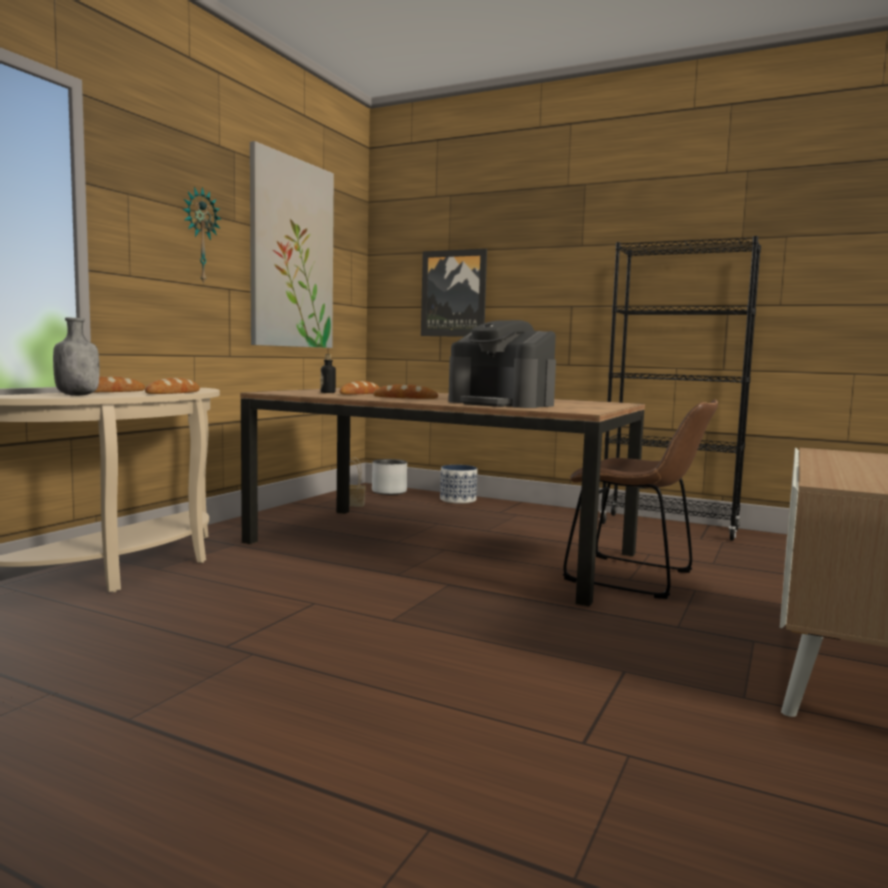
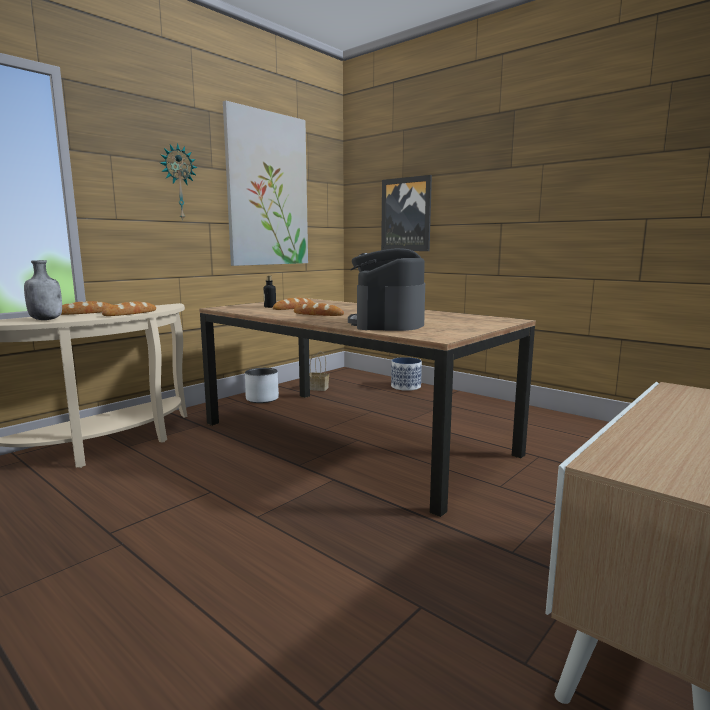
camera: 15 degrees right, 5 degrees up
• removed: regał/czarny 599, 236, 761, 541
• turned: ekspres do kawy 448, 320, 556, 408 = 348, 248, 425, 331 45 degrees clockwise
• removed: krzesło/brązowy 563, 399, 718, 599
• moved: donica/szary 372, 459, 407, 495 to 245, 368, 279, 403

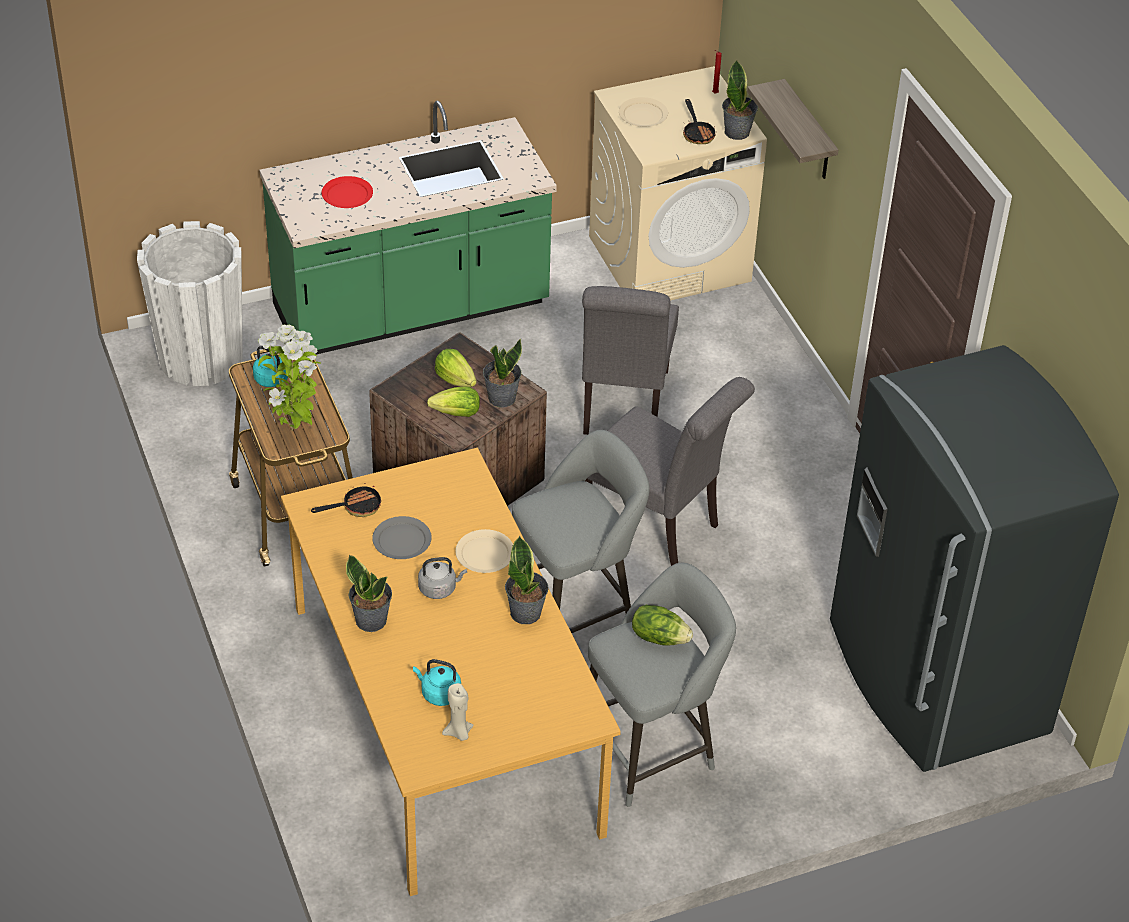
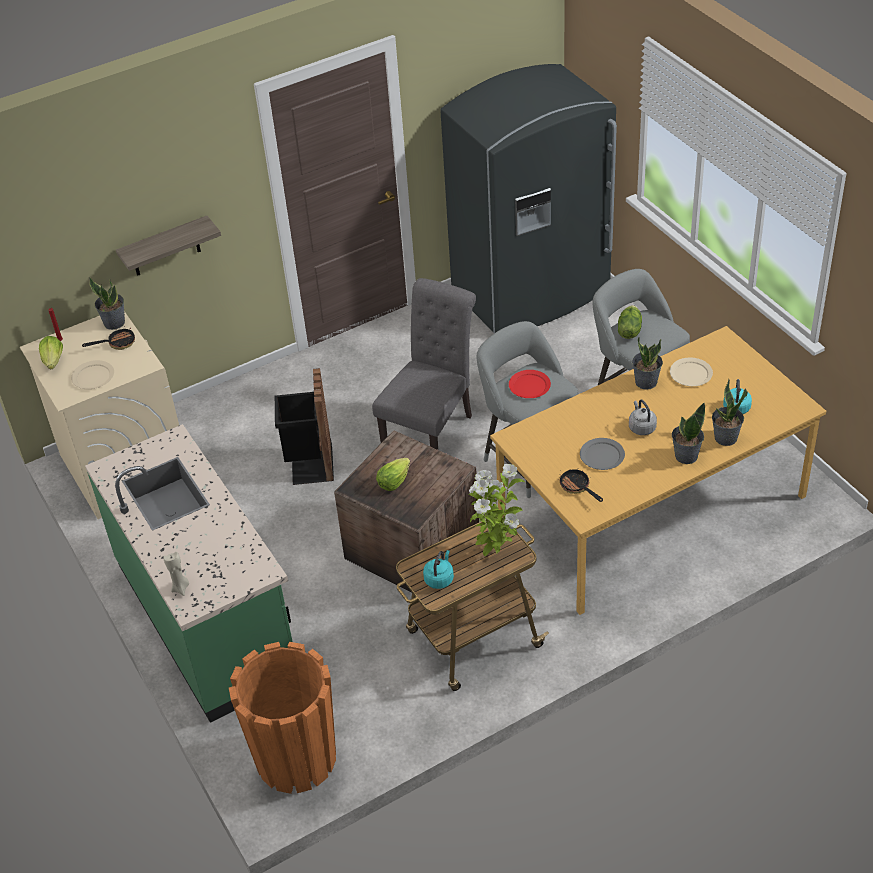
camera: 95 degrees left, 0 degrees up
• moved: talerz/czerwony 322, 176, 373, 208 to 509, 370, 551, 398
• recoloured: donica/biały 137, 221, 243, 386 to donica/pomarańczowy 229, 642, 336, 794
• replaced: krzesło/szary 582, 286, 679, 435 to kosz na śmieci/czarny 275, 368, 334, 485
• moved: roślina doniczkowa 483, 339, 522, 408 to 712, 379, 748, 446
• moved: sałata 427, 386, 480, 417 to 39, 336, 63, 370
• moved: talerz/beżowy 455, 529, 513, 573 to 670, 358, 713, 386
• moved: świeca/beżowy 442, 683, 474, 741 to 163, 552, 189, 596

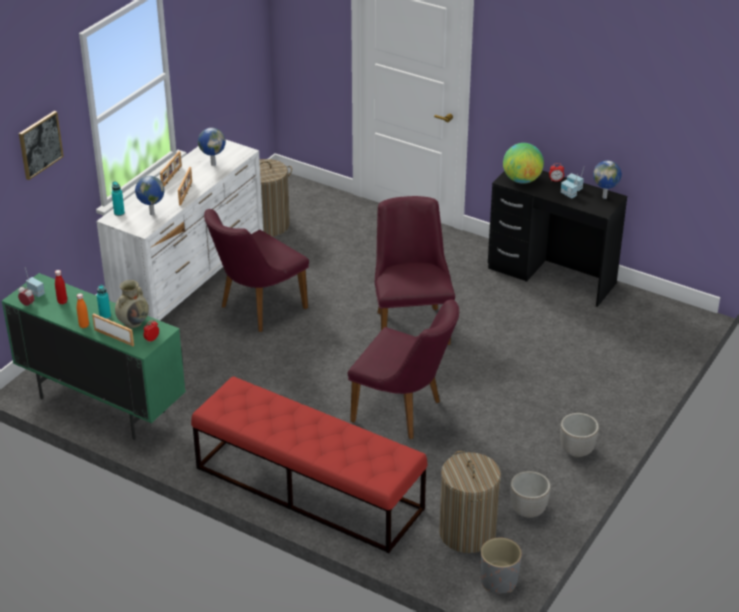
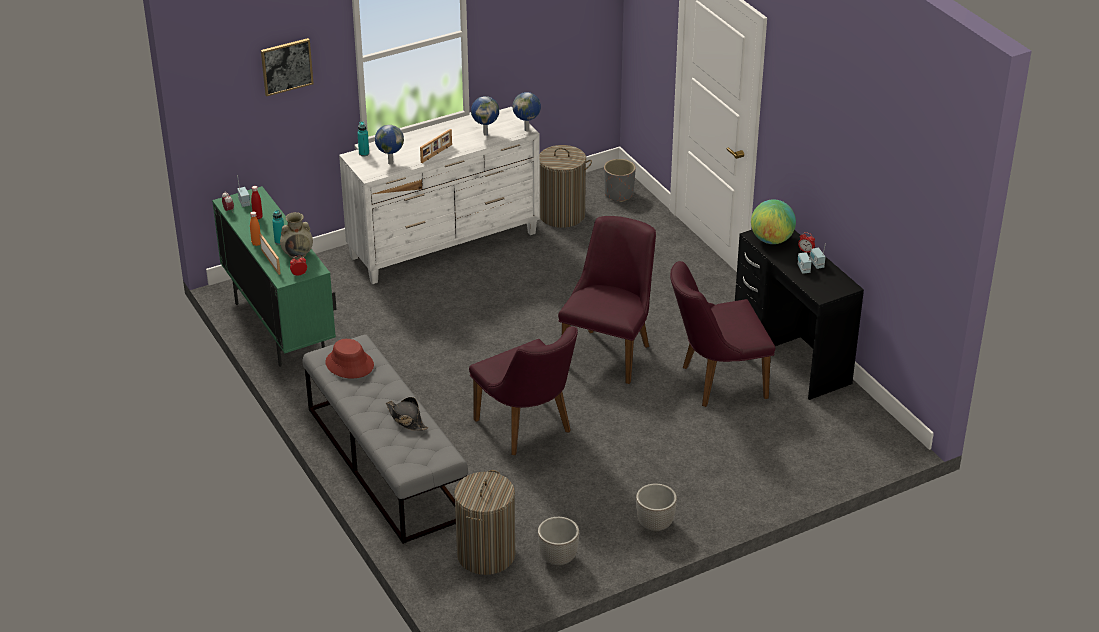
camera: 30 degrees right, 0 degrees up
• removed: ramka na zdjęcie 160, 151, 182, 186
• moved: globus 593, 160, 622, 199 to 512, 92, 541, 131
• moved: krzesło/fioletowy 204, 209, 309, 332 to 670, 261, 775, 407
• recoloured: ławka/czerwony 191, 376, 427, 553 to ławka/szary 302, 335, 468, 544
• moved: donica/szary 480, 538, 522, 593 to 604, 159, 636, 202
• added: kapelusz/czerwony 325, 339, 374, 378
• added: kapelusz/czarny 386, 397, 428, 431

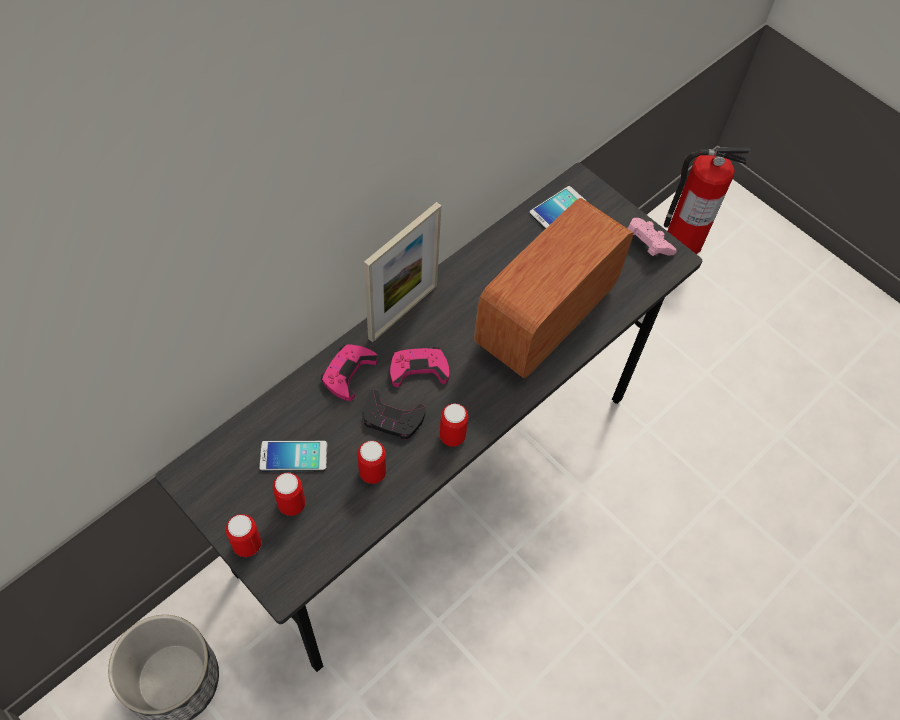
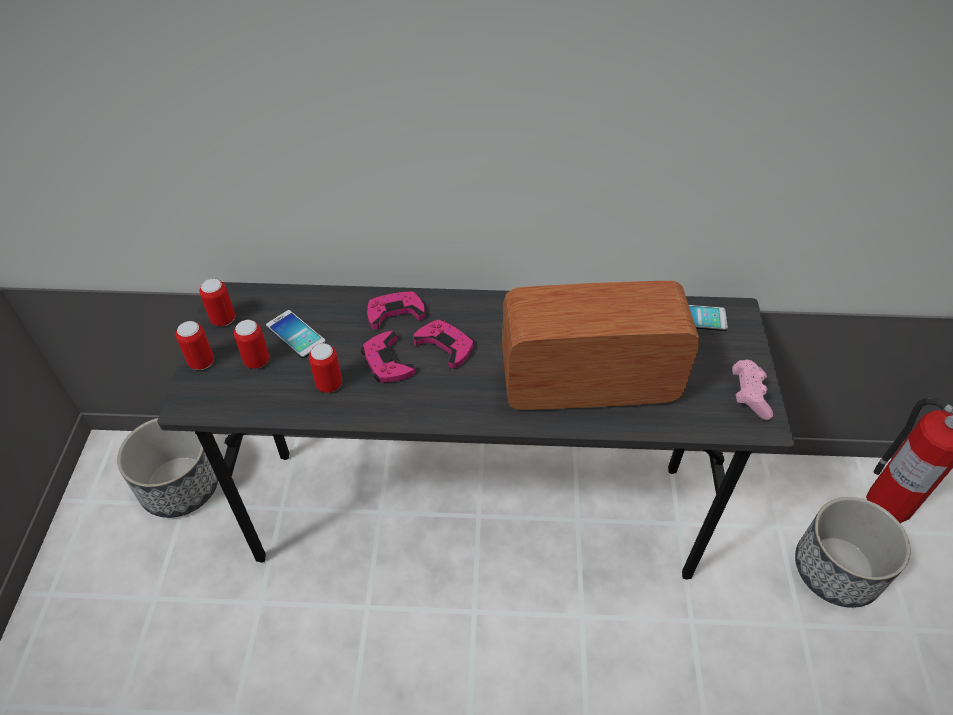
camera: 50 degrees right, 10 degrees down
• removed: ramka na zdjęcie 364, 202, 441, 343
• recoloured: pad do gier/czarny 364, 389, 425, 439 to pad do gier/różowy 361, 331, 415, 383
• moved: puszka 439, 404, 468, 447 to 199, 278, 235, 326
• added: donica 795, 497, 911, 608

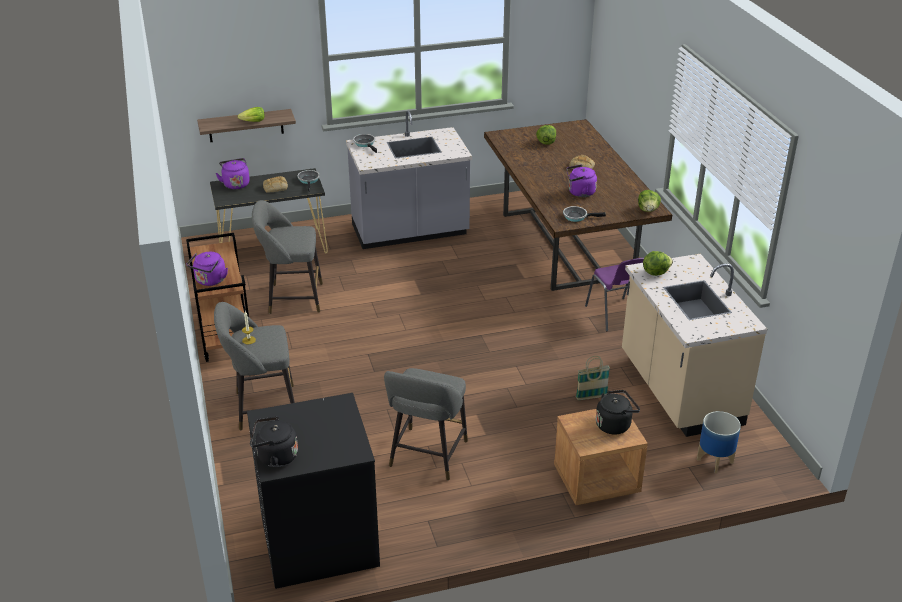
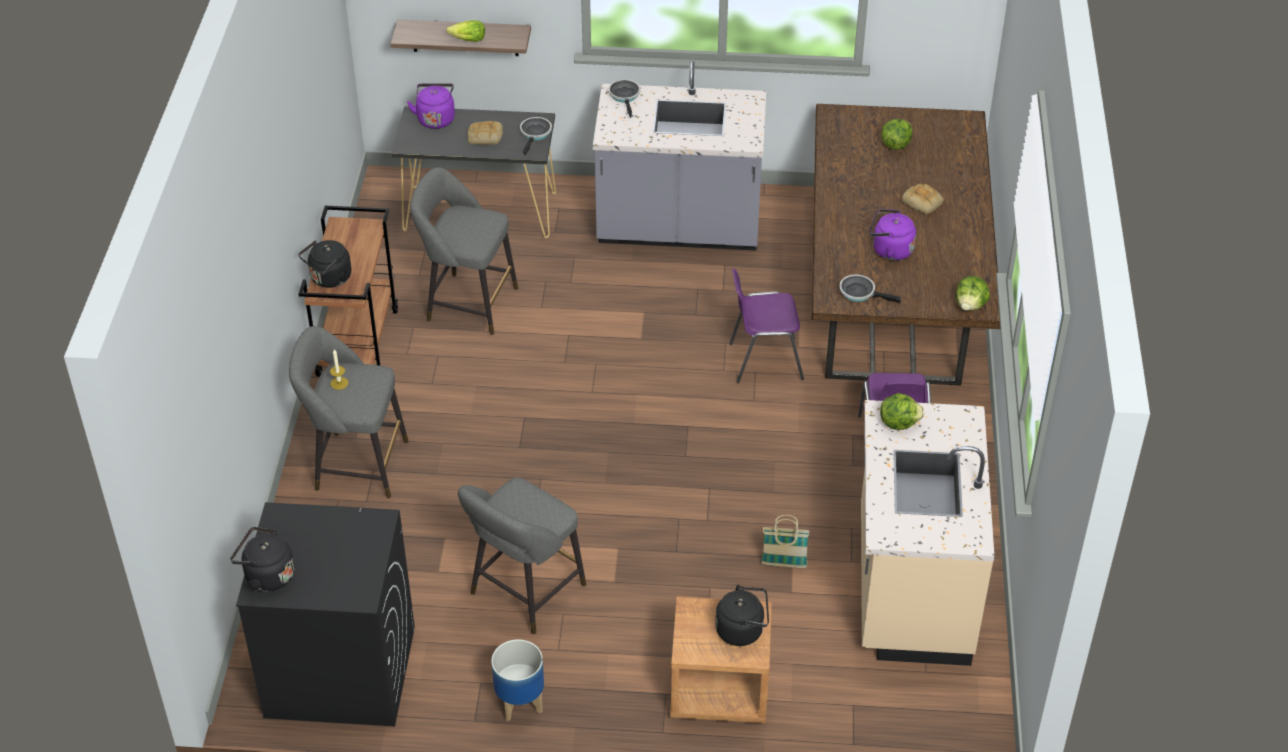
camera: 20 degrees right, 10 degrees up
• recoloured: czajnik/fioletowy 186, 252, 228, 286 to czajnik/czarny 298, 240, 351, 288
• moved: donica 697, 411, 741, 474 to 491, 639, 544, 721
• added: krzesło/fioletowy 729, 268, 804, 383

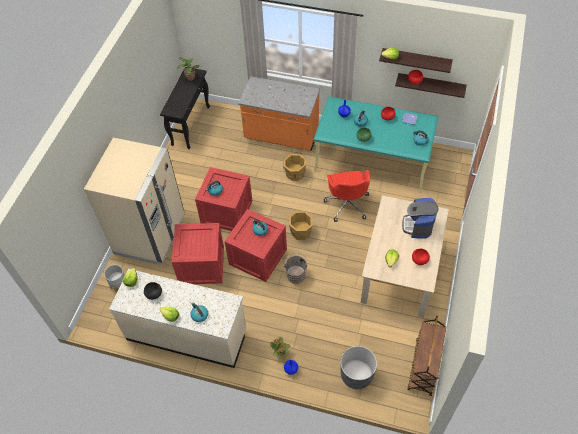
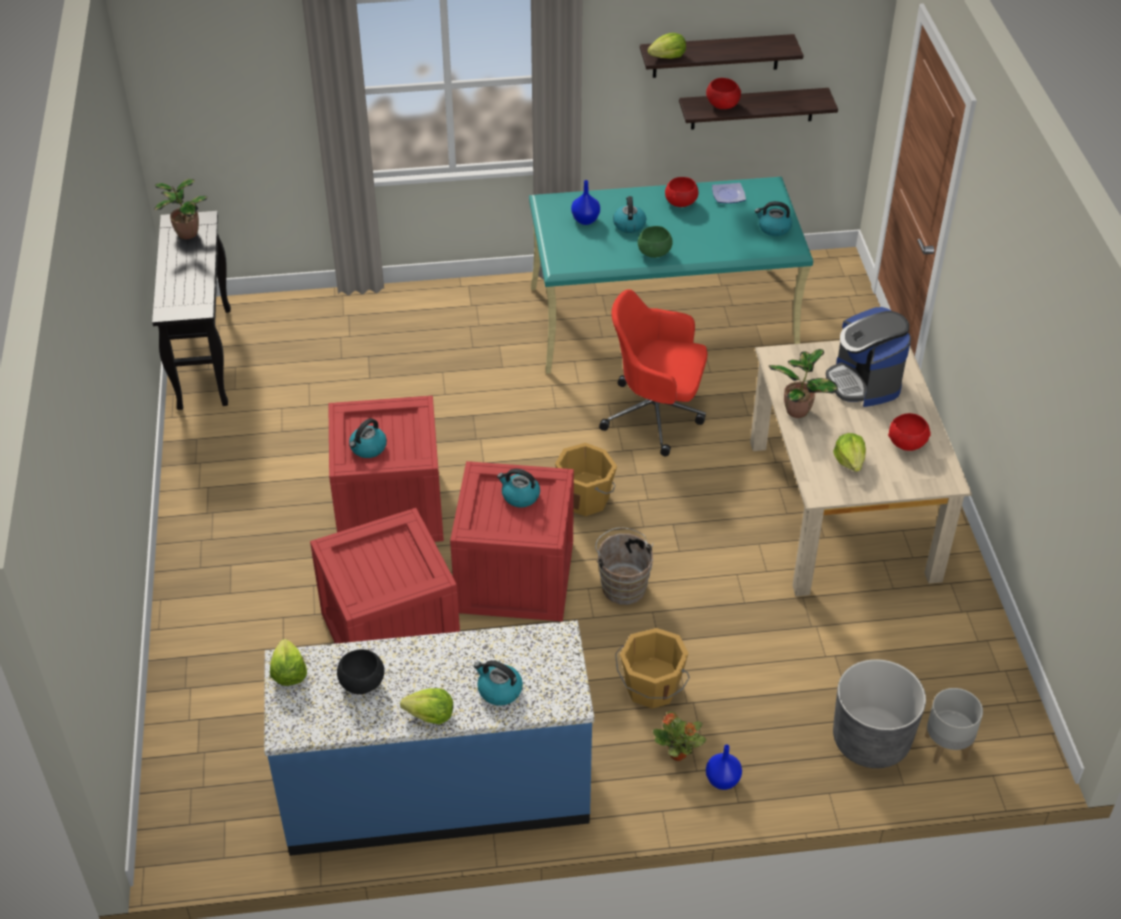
camera: 25 degrees left, 10 degrees down
• removed: zabudowa kuchenna/pomarańczowy 238, 76, 320, 151
• removed: lodówka/beżowy 84, 137, 185, 265
• moved: wiadro/pomarańczowy 283, 154, 306, 181 to 615, 628, 690, 709
• turned: krzesło biurowe/czerwony 324, 170, 370, 222 = 599, 289, 708, 456 135 degrees clockwise
• moved: donica/szary 104, 265, 125, 289 to 925, 688, 983, 764
• recoloured: zabudowa kuchenna/beżowy 109, 269, 247, 368 to zabudowa kuchenna/niebieski 264, 620, 594, 856
• removed: wózek/brązowy 407, 316, 446, 396
• added: roślina doniczkowa 769, 349, 838, 418

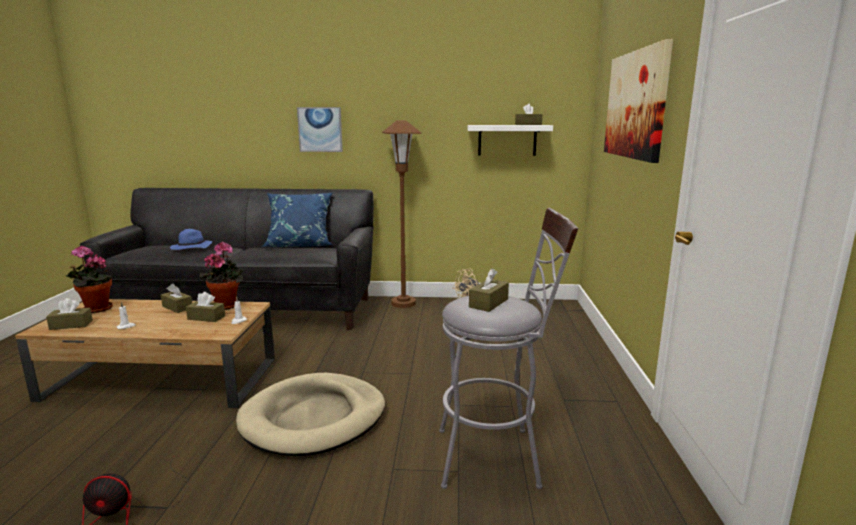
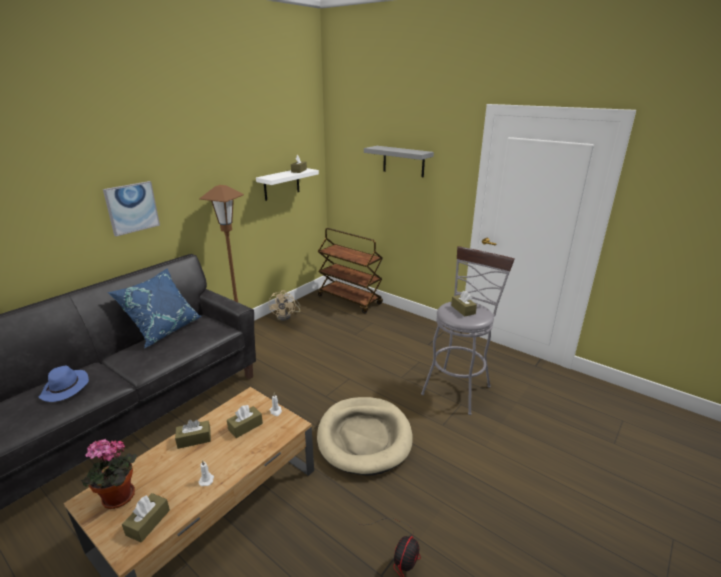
camera: 55 degrees left, 10 degrees up
• replaced: obraz 604, 39, 673, 163 to półka/szary 364, 146, 434, 177
• removed: roślina doniczkowa 200, 242, 243, 310
• added: wózek/brązowy 318, 228, 383, 314

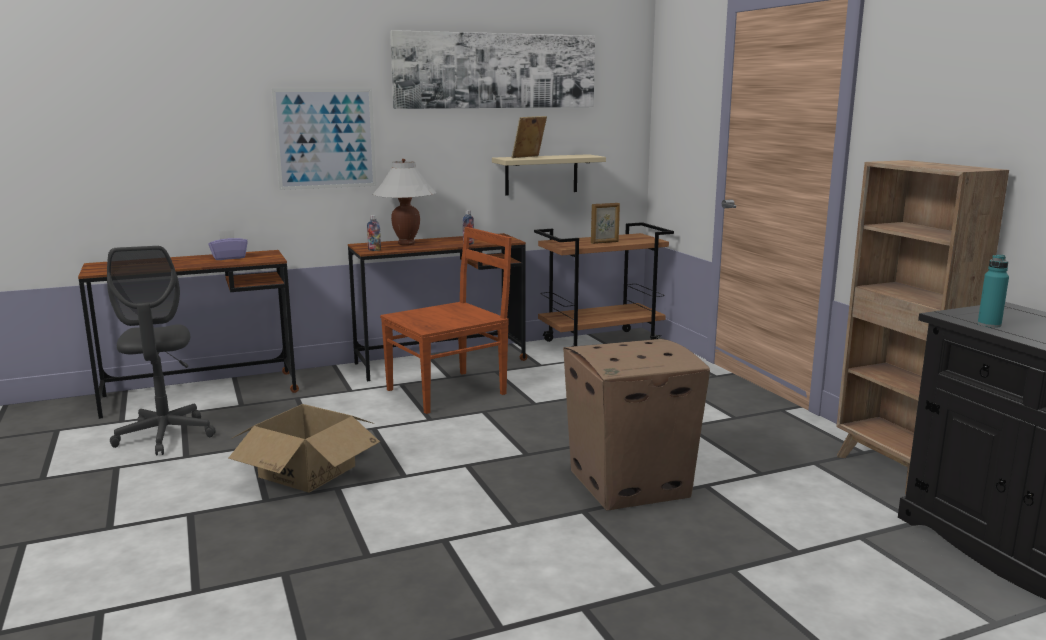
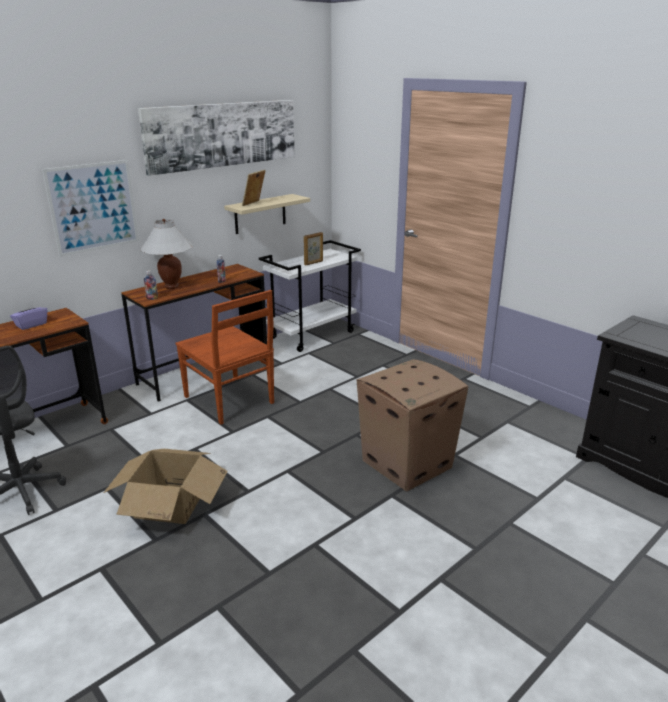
camera: 20 degrees left, 10 degrees up
• removed: regał/brązowy 836, 160, 1009, 494
• recoloured: wózek/brązowy 534, 222, 674, 347 to wózek/biały 259, 240, 361, 352
• turned: krzesło/brązowy 380, 227, 512, 414 = 175, 290, 274, 425 105 degrees clockwise
• removed: butelka/turkusowy 978, 254, 1009, 328

